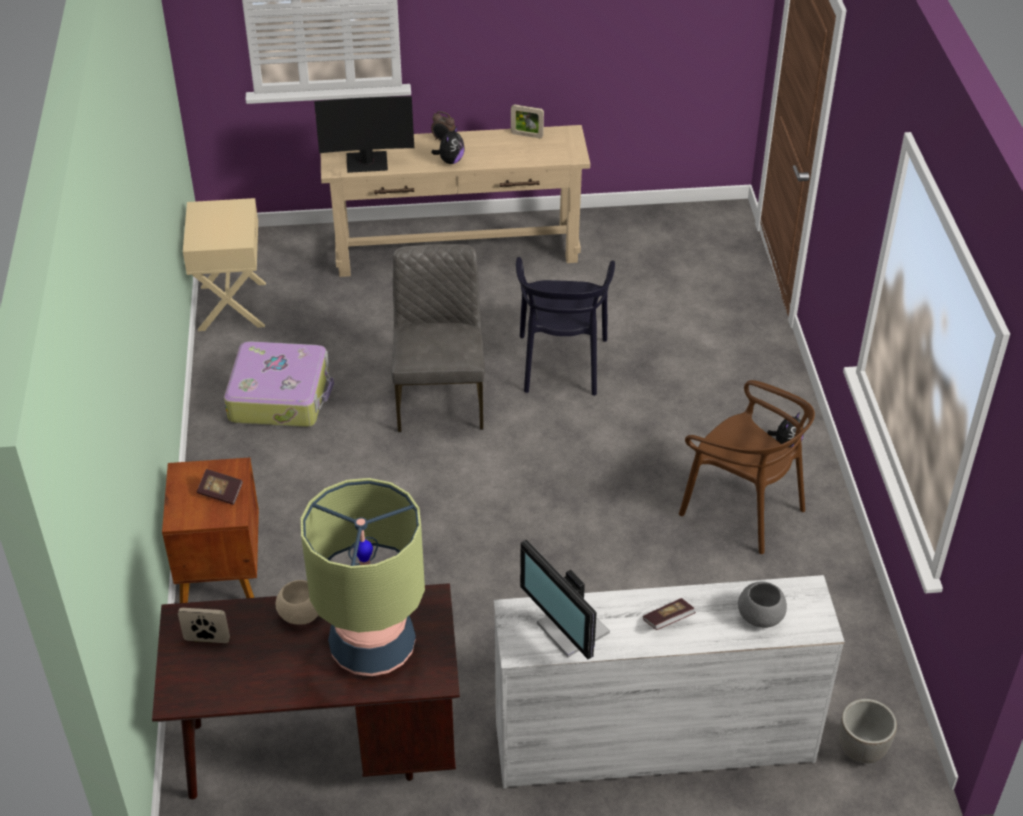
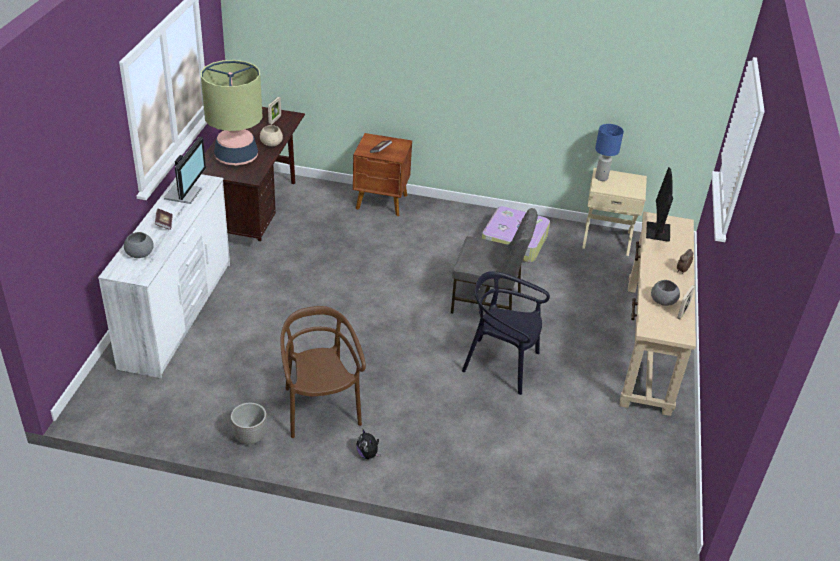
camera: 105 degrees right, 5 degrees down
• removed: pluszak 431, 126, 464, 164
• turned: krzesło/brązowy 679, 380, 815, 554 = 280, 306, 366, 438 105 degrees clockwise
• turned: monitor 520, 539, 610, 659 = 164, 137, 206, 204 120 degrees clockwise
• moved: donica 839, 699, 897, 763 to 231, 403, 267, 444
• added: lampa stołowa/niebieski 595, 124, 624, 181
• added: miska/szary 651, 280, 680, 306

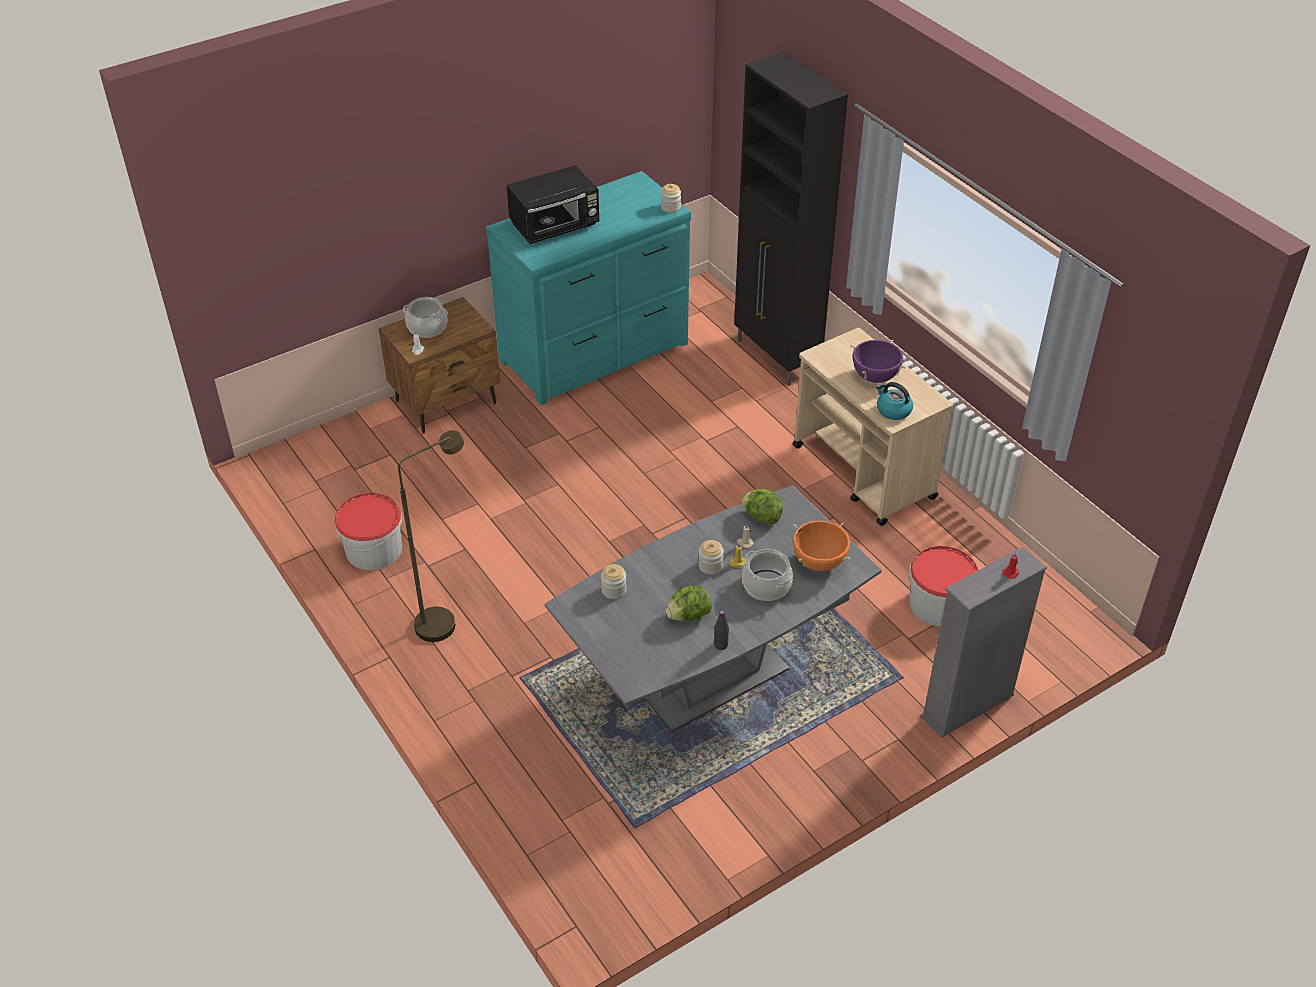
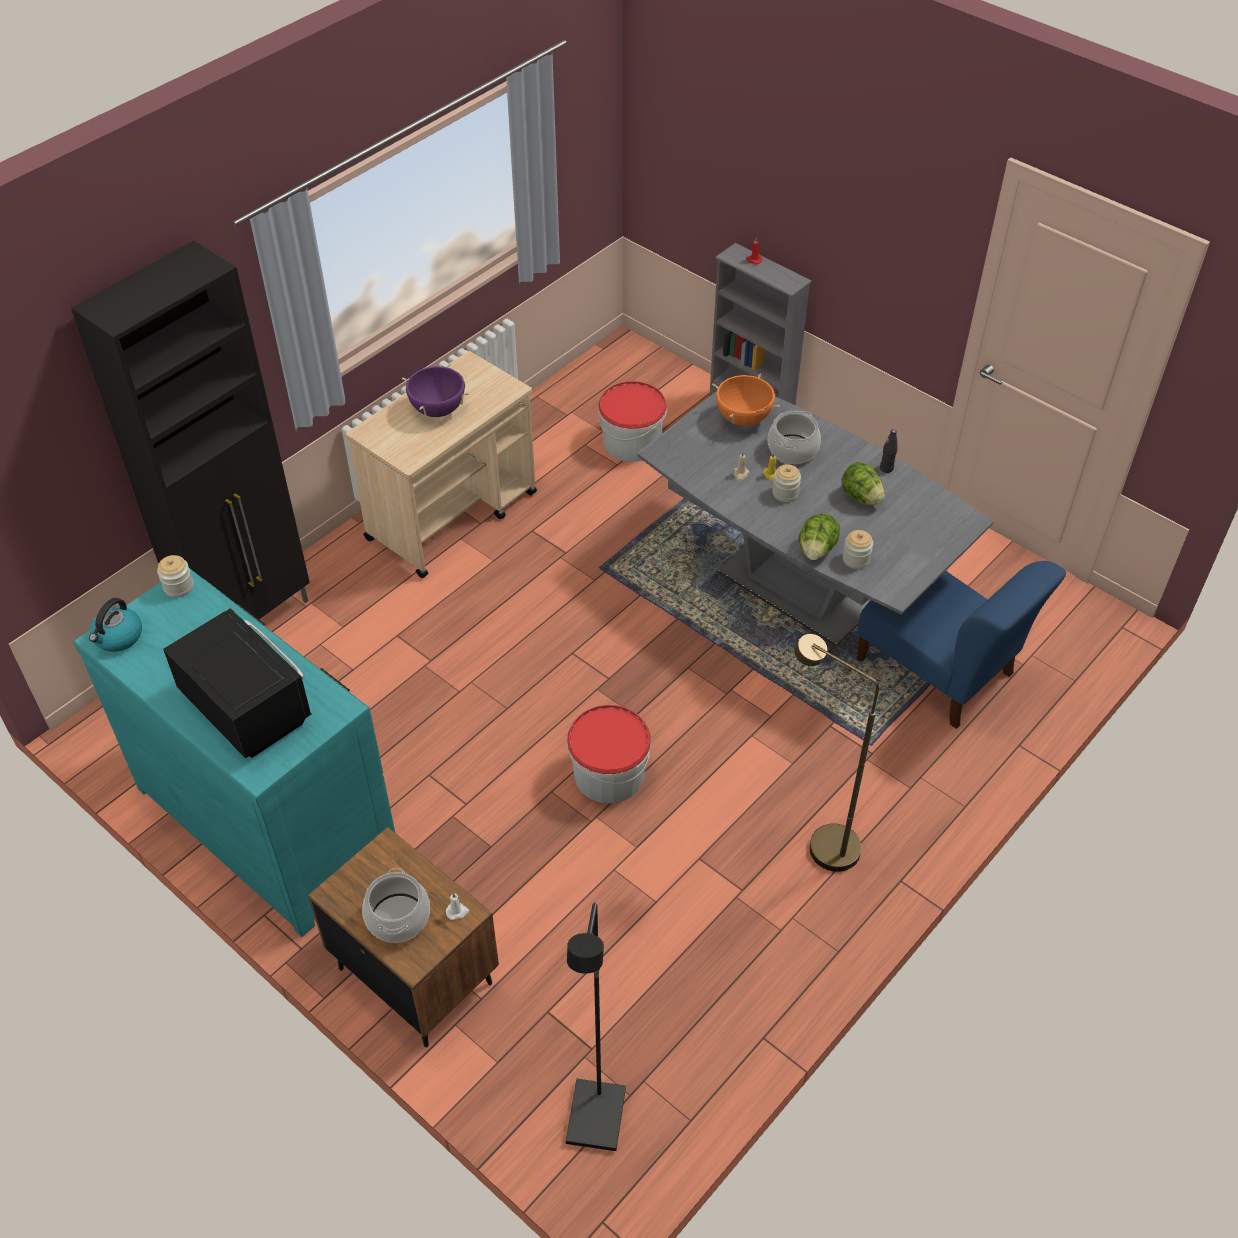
camera: 105 degrees left, 5 degrees up
• moved: czajnik 876, 382, 913, 420 to 89, 598, 142, 652
• moved: sałata 741, 489, 783, 525 to 799, 514, 840, 560
• moved: wiadro 335, 493, 402, 570 to 567, 705, 651, 803
• added: krzesło/niebieski 857, 561, 1066, 729
• added: lampa stojąca/czarny 566, 903, 626, 1151

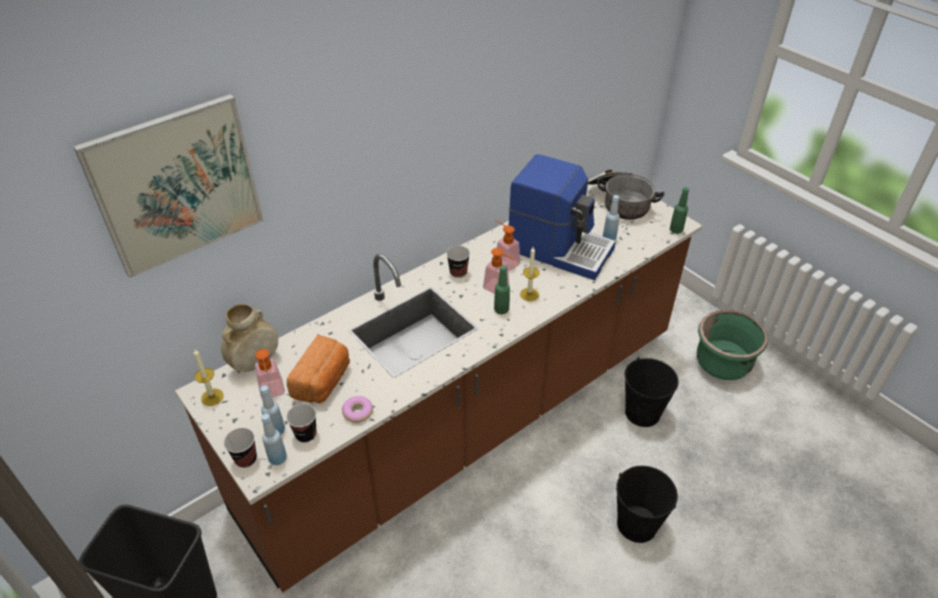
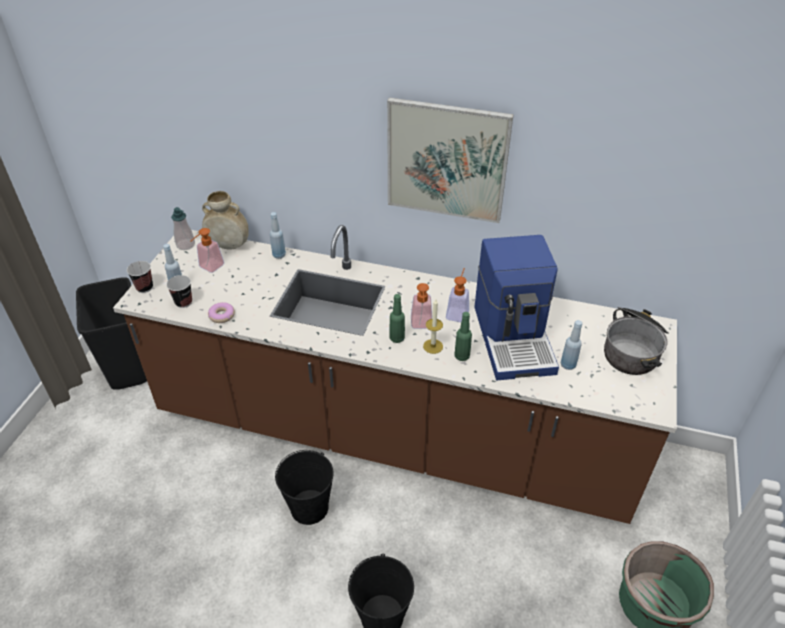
camera: 55 degrees right, 0 degrees up
• moved: obraz 73, 94, 264, 278 to 387, 98, 514, 223
• moved: butelka/zielony 670, 187, 689, 234 to 454, 312, 472, 361
• removed: filiżanka 446, 246, 470, 278
• removed: chleb 287, 335, 350, 404
• replaced: świeca 194, 350, 224, 406 to dozownik mydła 171, 207, 195, 250
• moved: wiadro/czarny 625, 357, 679, 427 to 275, 450, 334, 525
• moved: butelka/niebieski 261, 413, 287, 465 to 270, 212, 286, 259

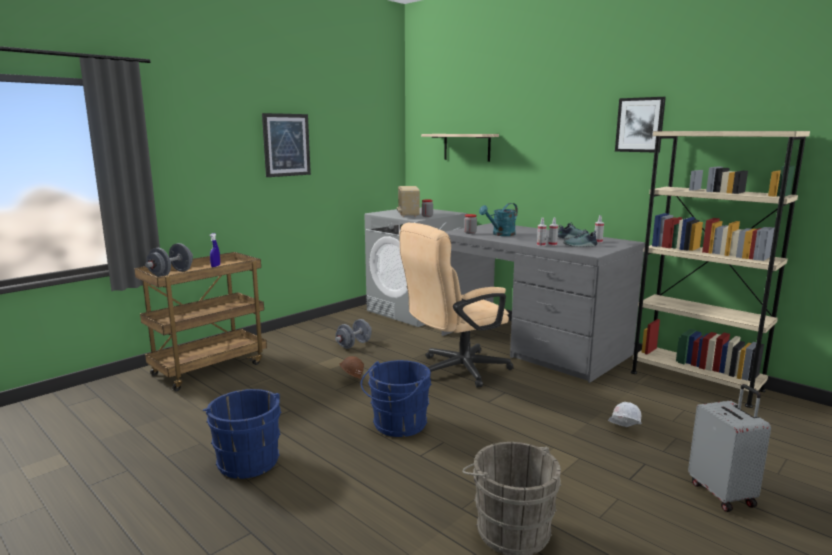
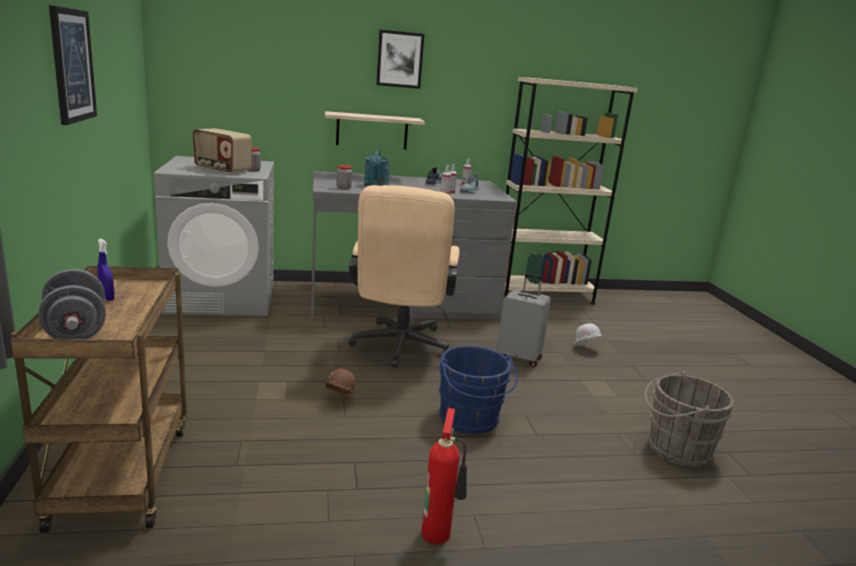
camera: 55 degrees left, 5 degrees up
• moved: obraz 615, 97, 666, 153 to 376, 30, 425, 89
• moved: półka 421, 134, 499, 162 to 325, 111, 425, 150
• removed: hantel/szary 335, 319, 372, 349
• moved: walizka/szary 688, 384, 771, 512 to 497, 274, 551, 367
• replaced: wiadro/niebieski 203, 389, 281, 479 to gaśnica 421, 408, 467, 544

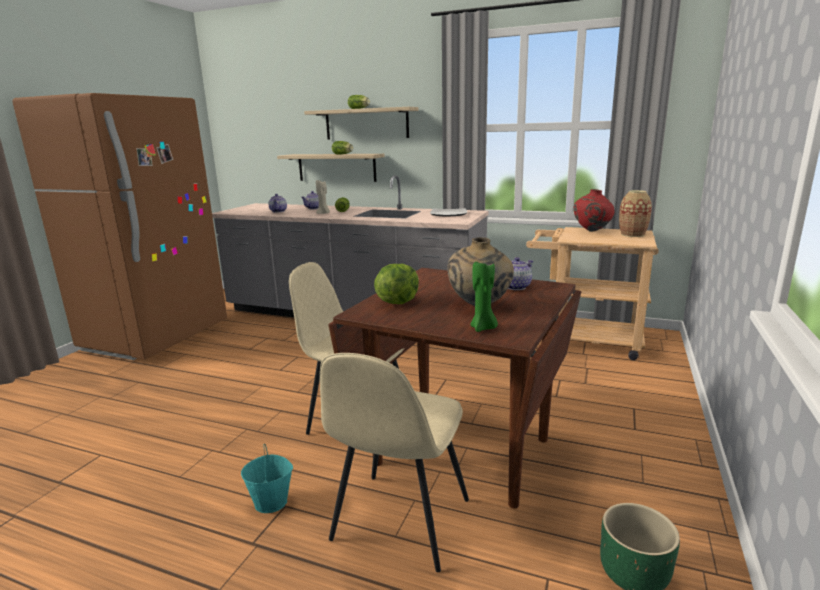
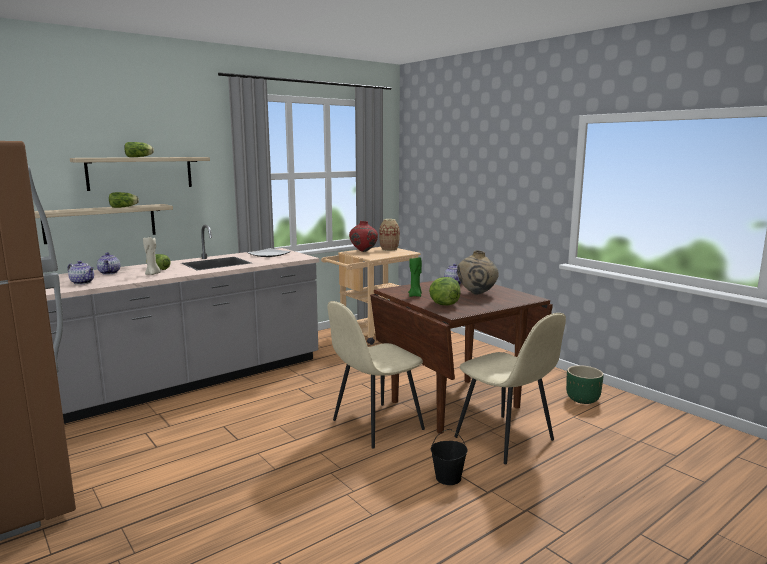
camera: 60 degrees left, 5 degrees down
• moved: świeca/zielony 470, 262, 498, 332 to 408, 257, 422, 297
• recoloured: wiadro/turkusowy 241, 443, 293, 513 to wiadro/czarny 431, 429, 468, 485

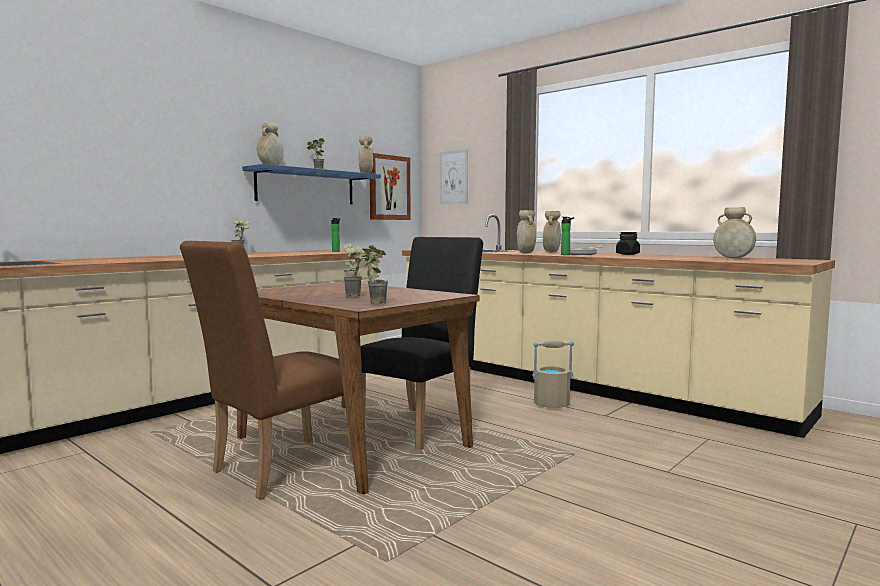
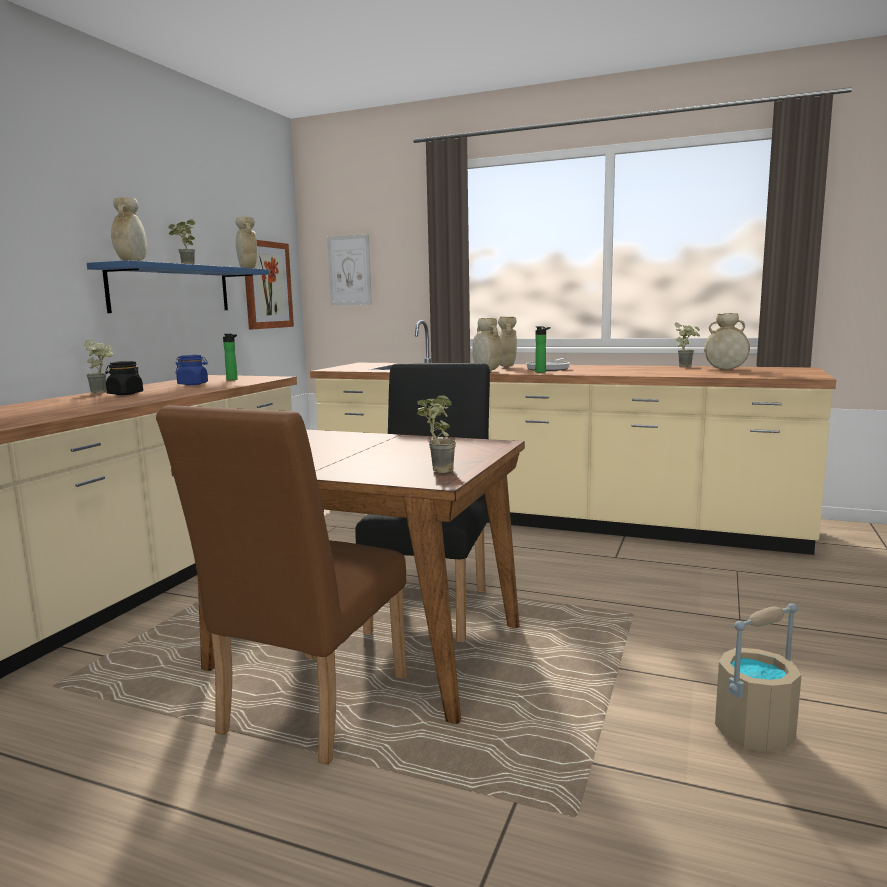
camera: 20 degrees left, 5 degrees up
• moved: słoik/czarny 616, 232, 640, 255 to 105, 361, 143, 395
• moved: roślina doniczkowa 343, 243, 368, 297 to 674, 323, 700, 367
• moved: wiadro/beżowy 532, 341, 574, 408 to 715, 603, 802, 752
• added: słoik/niebieski 175, 355, 208, 385

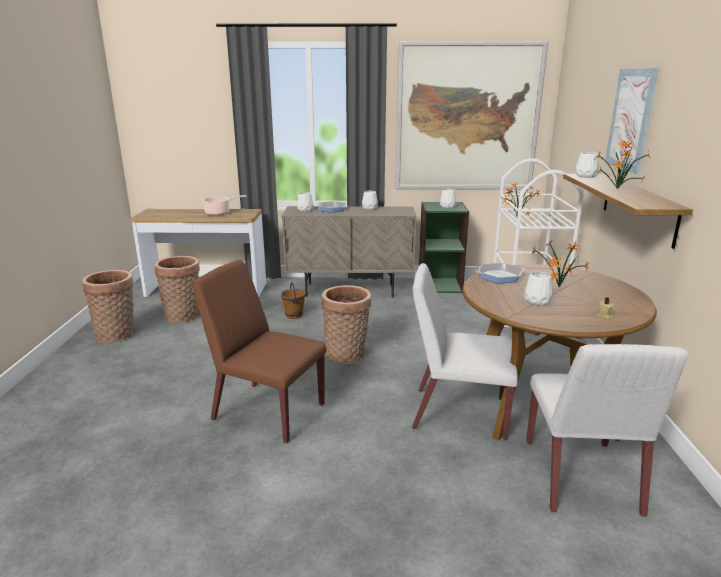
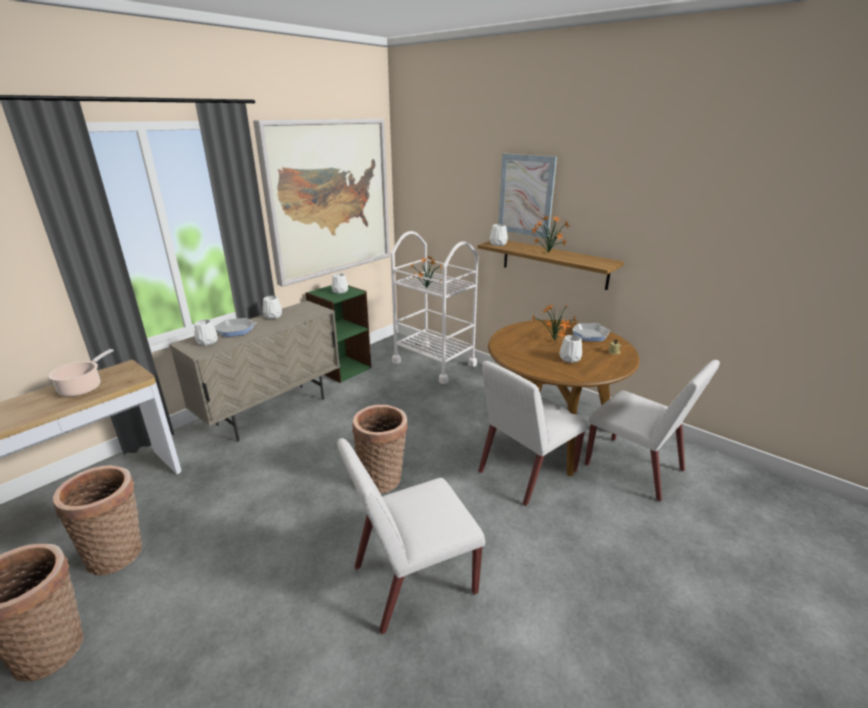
camera: 50 degrees left, 5 degrees up
• recoloured: krzesło/brązowy 192, 260, 327, 443 to krzesło/biały 337, 438, 486, 634
• moved: patelnia 476, 263, 525, 283 to 572, 323, 610, 341
• removed: wiadro/brązowy 281, 282, 305, 319

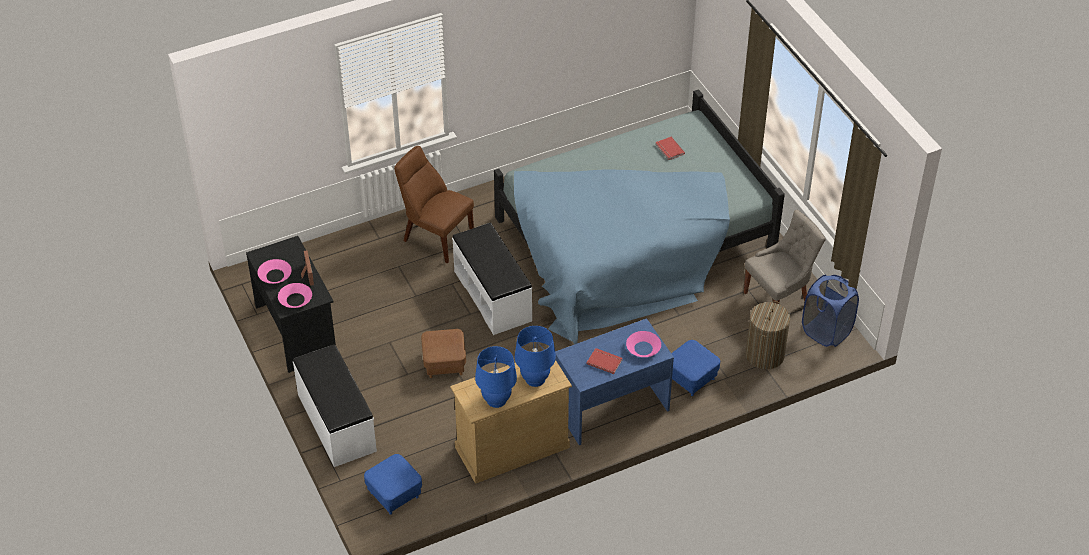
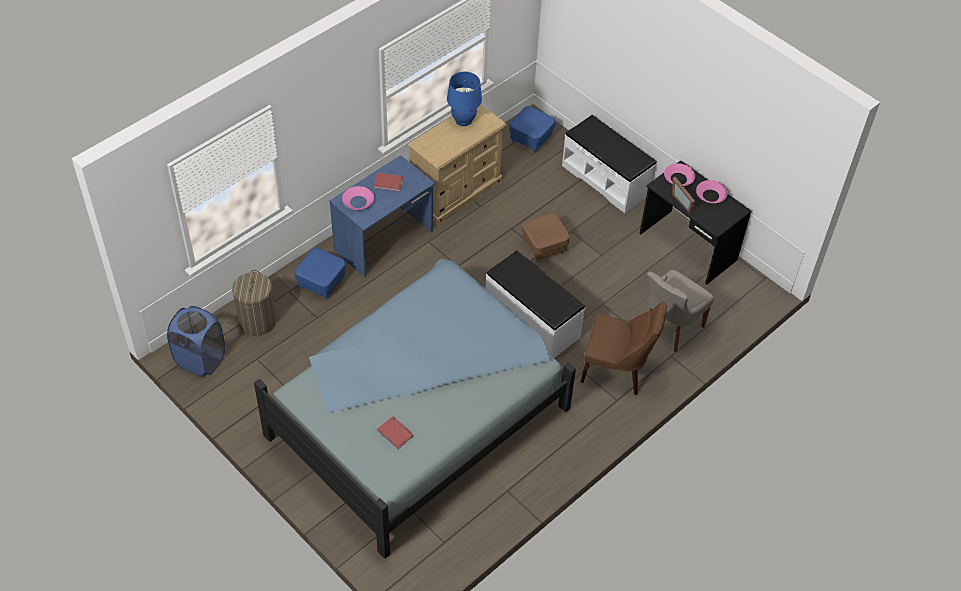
camera: 160 degrees right, 5 degrees up
• moved: krzesło/szary 744, 210, 826, 304 to 647, 270, 714, 352
• removed: lampa stołowa/niebieski 515, 326, 556, 387

